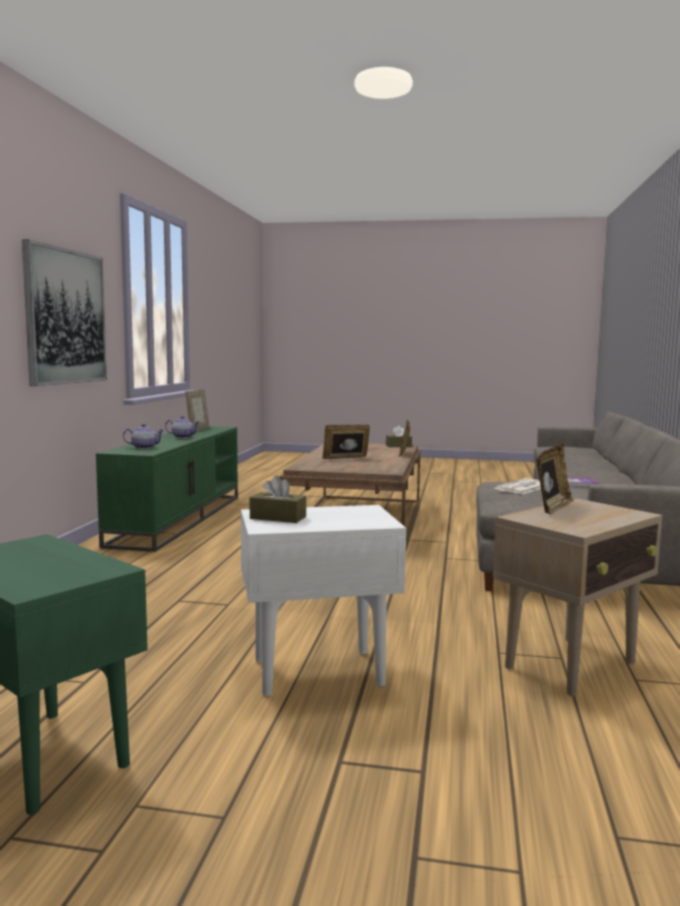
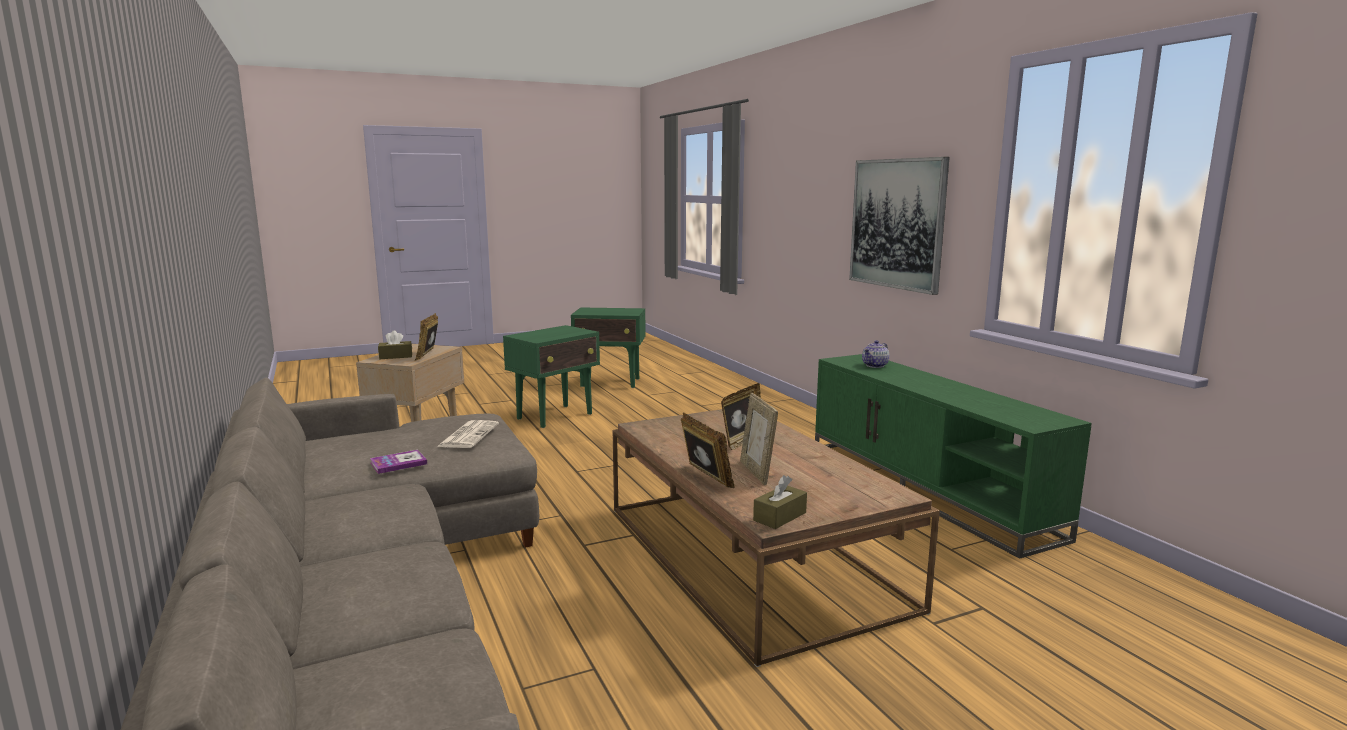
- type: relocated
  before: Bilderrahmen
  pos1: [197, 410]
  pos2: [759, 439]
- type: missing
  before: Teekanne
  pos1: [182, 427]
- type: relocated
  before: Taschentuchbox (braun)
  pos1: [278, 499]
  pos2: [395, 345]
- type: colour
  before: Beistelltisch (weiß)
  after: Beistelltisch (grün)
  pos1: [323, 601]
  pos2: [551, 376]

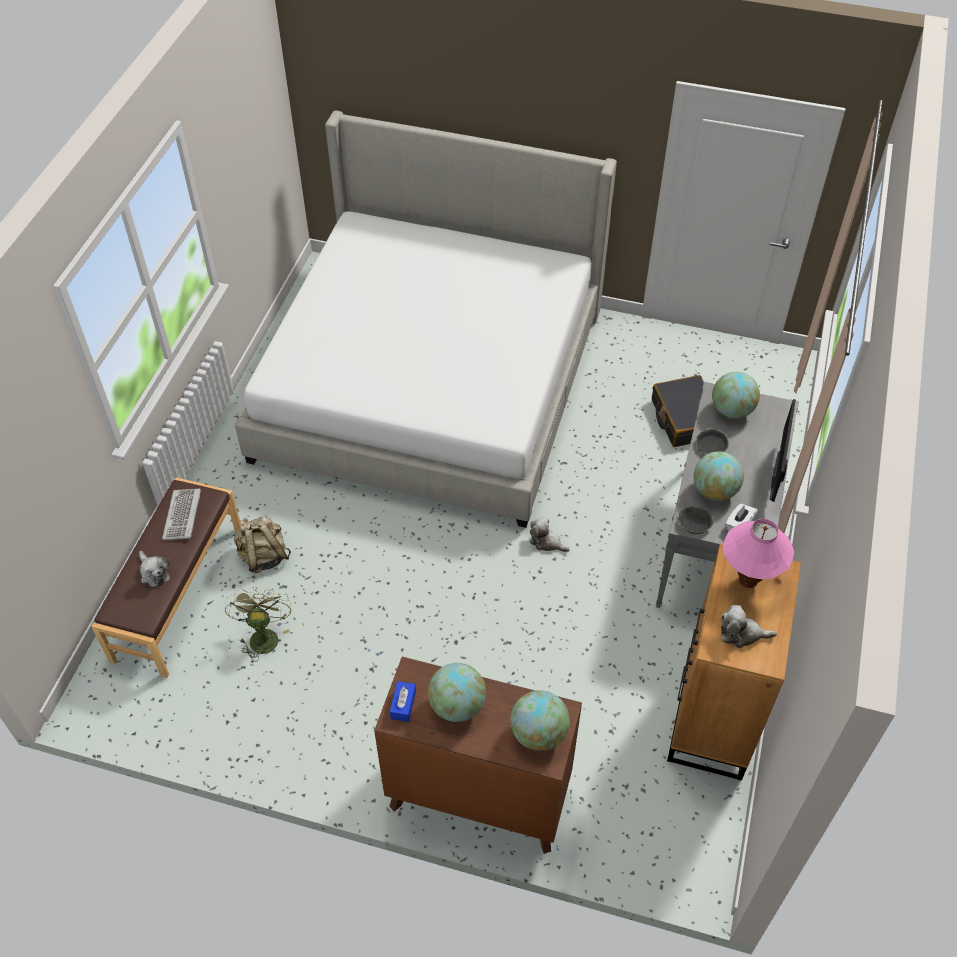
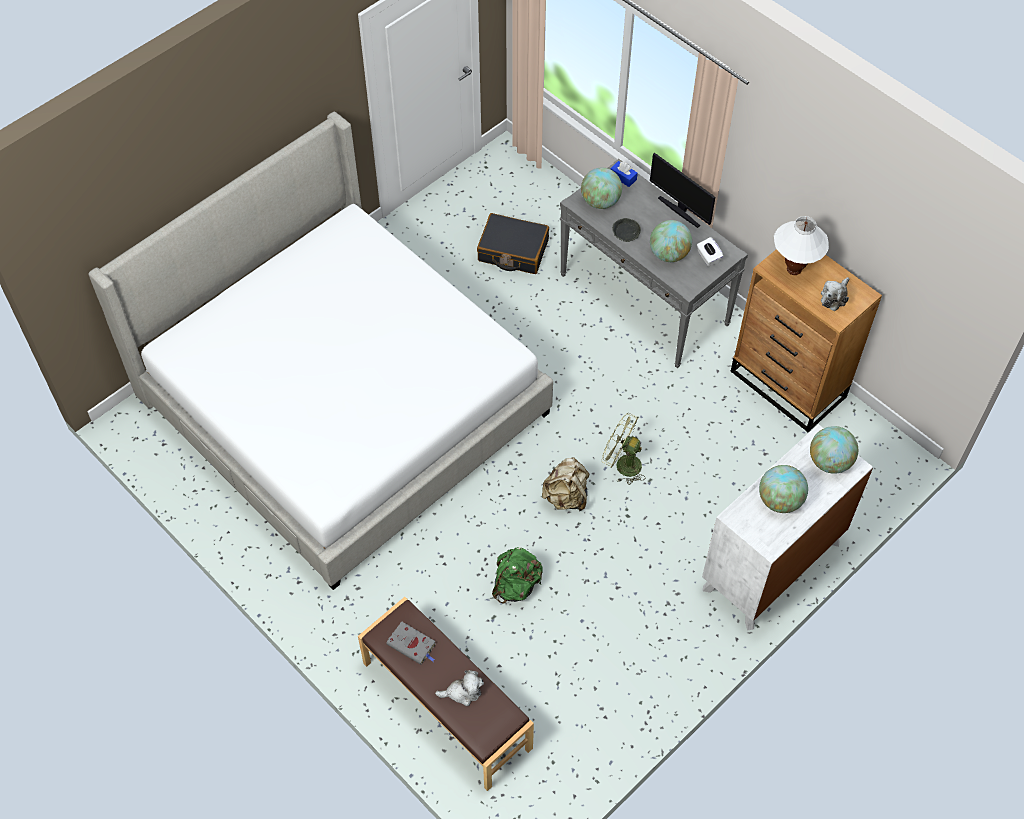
- type: exchanged
  before: Tastatur
  after: Buch (grau)
  pos1: [181, 514]
  pos2: [411, 643]
- type: missing
  before: Schüssel (grau)
  pos1: [695, 521]
- type: relocated
  before: Rucksack (beige)
  pos1: [262, 544]
  pos2: [566, 484]
- type: missing
  before: Plüschtier
  pos1: [550, 534]
- type: colour
  before: Tischlampe (rosa)
  after: Tischlampe (weiß)
  pos1: [758, 553]
  pos2: [801, 245]
- type: relocated
  before: Ventilator (grün)
  pos1: [258, 624]
  pos2: [623, 449]
- type: colour
  before: Kommode (braun)
  after: Kommode (weiß)
  pos1: [478, 755]
  pos2: [787, 527]
- type: relocated
  before: Taschentuchbox (blau)
  pos1: [403, 701]
  pos2: [624, 174]
- type: appeared
  after: Rucksack (grün)
  pos2: [517, 575]

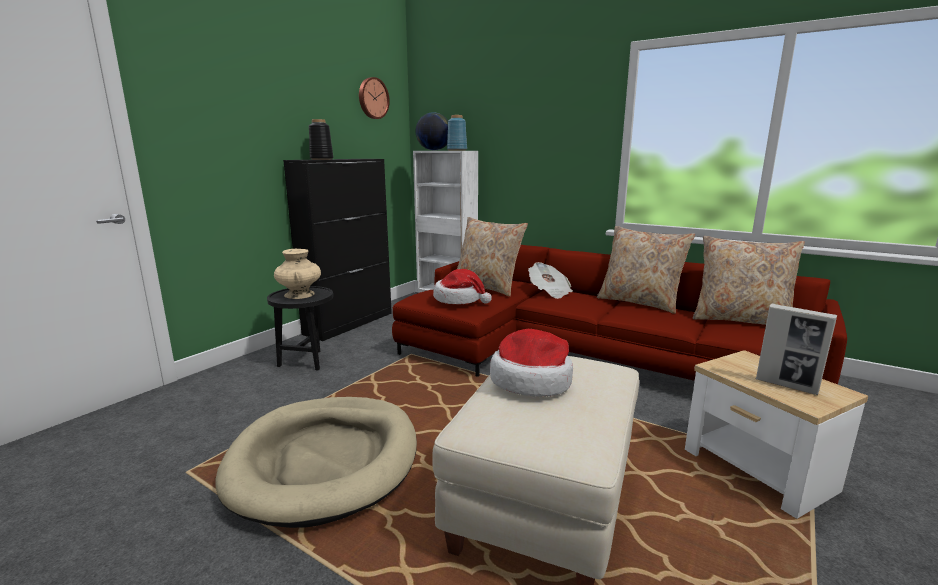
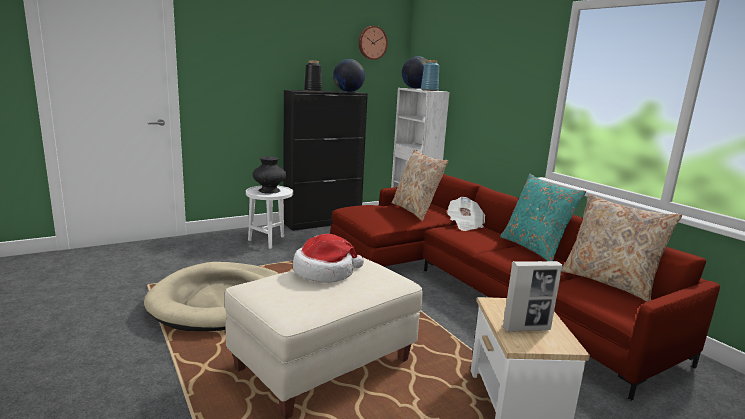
- type: colour
  before: Kissen (beige)
  after: Kissen (türkis)
  pos1: [646, 270]
  pos2: [543, 217]
- type: colour
  before: Vase (beige)
  after: Vase (schwarz)
  pos1: [297, 274]
  pos2: [269, 175]
- type: missing
  before: Hut
  pos1: [462, 286]
- type: colour
  before: Beistelltisch (schwarz)
  after: Beistelltisch (weiß)
  pos1: [300, 328]
  pos2: [269, 217]
- type: spun
  before: Bilderrahmen
  pos1: [796, 349]
  pos2: [532, 296]
  turn: -75
- type: appeared
  after: Globus
  pos2: [349, 75]

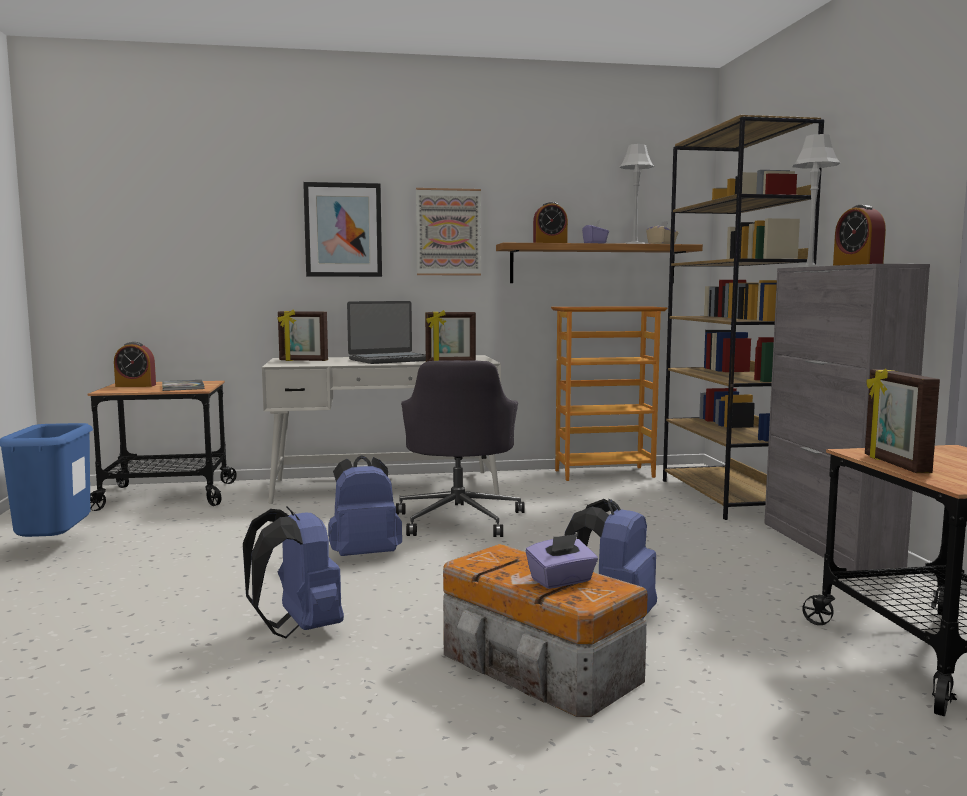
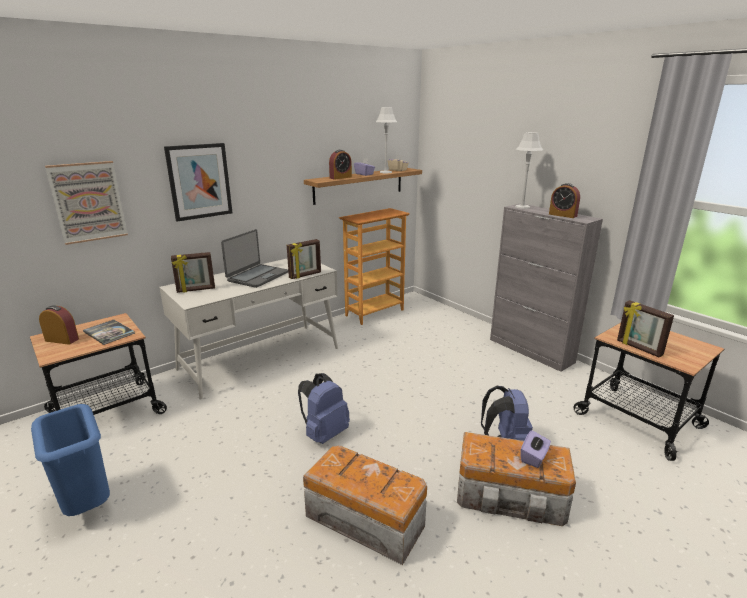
- type: missing
  before: Bücherregal (braun)
  pos1: [743, 317]
- type: relocated
  before: Bild
  pos1: [448, 231]
  pos2: [86, 203]
- type: spun
  before: Wecker
  pos1: [135, 364]
  pos2: [59, 325]
  turn: -135
- type: missing
  before: Bürostuhl (grau)
  pos1: [460, 448]
- type: exchanged
  before: Rucksack (blau)
  after: Aufbewahrungsbox
  pos1: [293, 572]
  pos2: [365, 505]

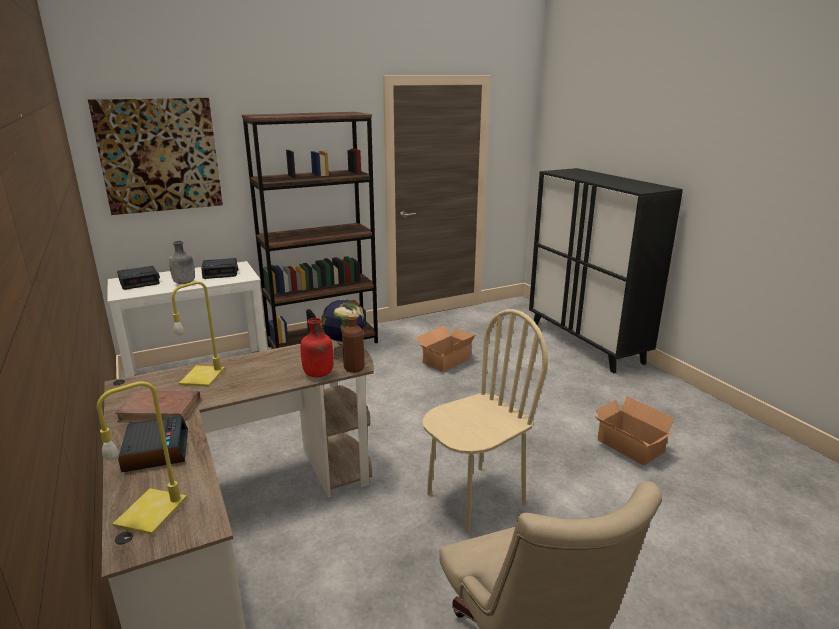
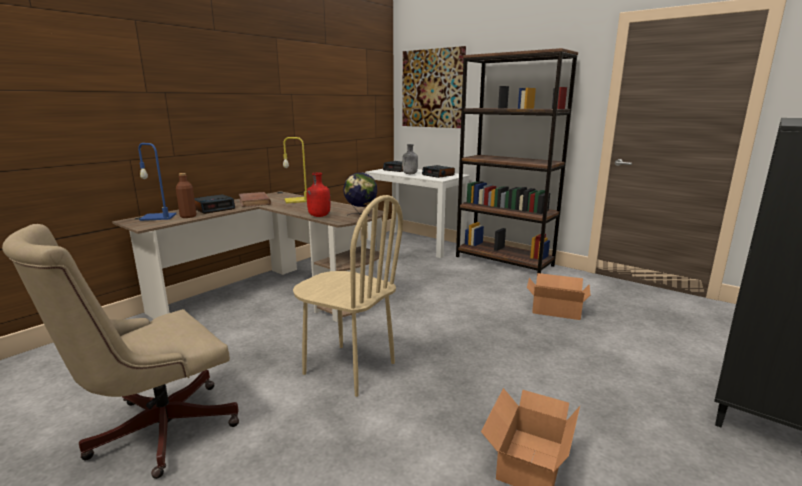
- type: relocated
  before: Flasche (braun)
  pos1: [353, 343]
  pos2: [186, 195]
- type: colour
  before: Tischlampe (gelb)
  after: Tischlampe (blau)
  pos1: [142, 458]
  pos2: [157, 182]

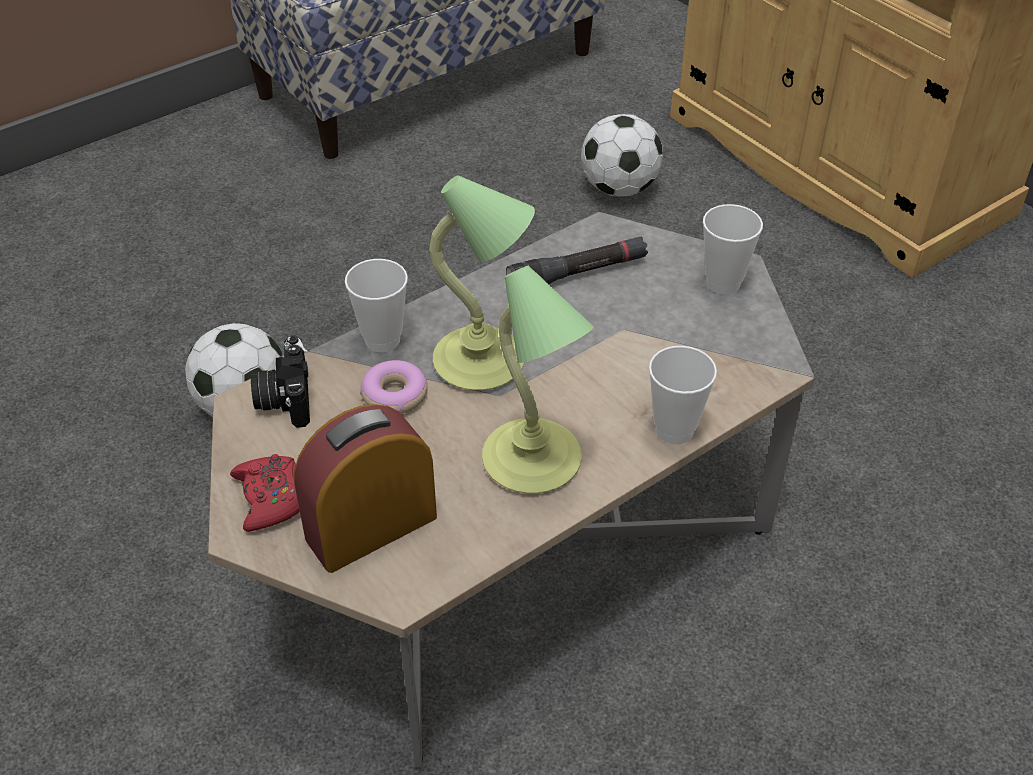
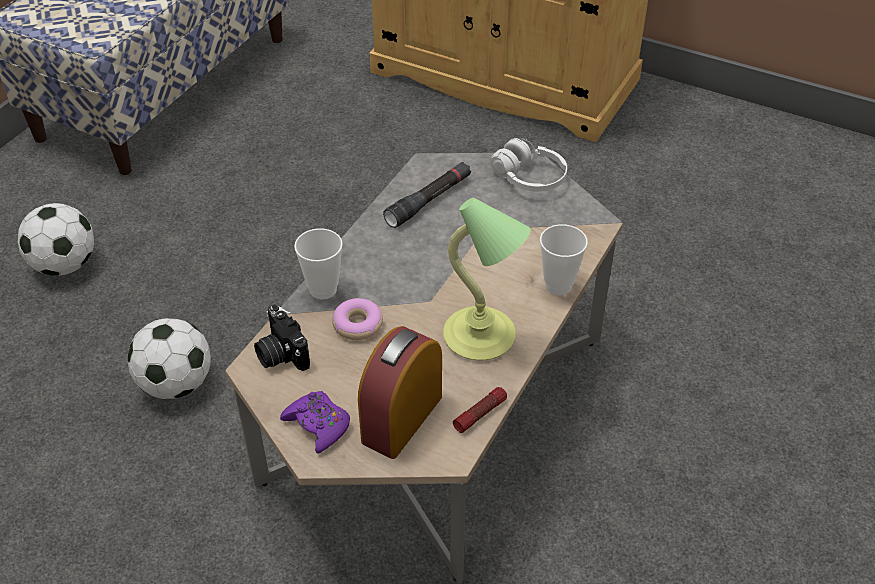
- type: relocated
  before: Fußball
  pos1: [622, 155]
  pos2: [56, 239]
- type: missing
  before: Tischlampe
  pos1: [482, 282]
- type: exchanged
  before: Tasse
  after: Kopfhörer (weiß)
  pos1: [733, 249]
  pos2: [528, 165]
- type: colour
  before: Gamepad (rot)
  after: Gamepad (lila)
  pos1: [265, 493]
  pos2: [315, 422]
- type: appeared
  after: Taschenlampe
  pos2: [480, 410]

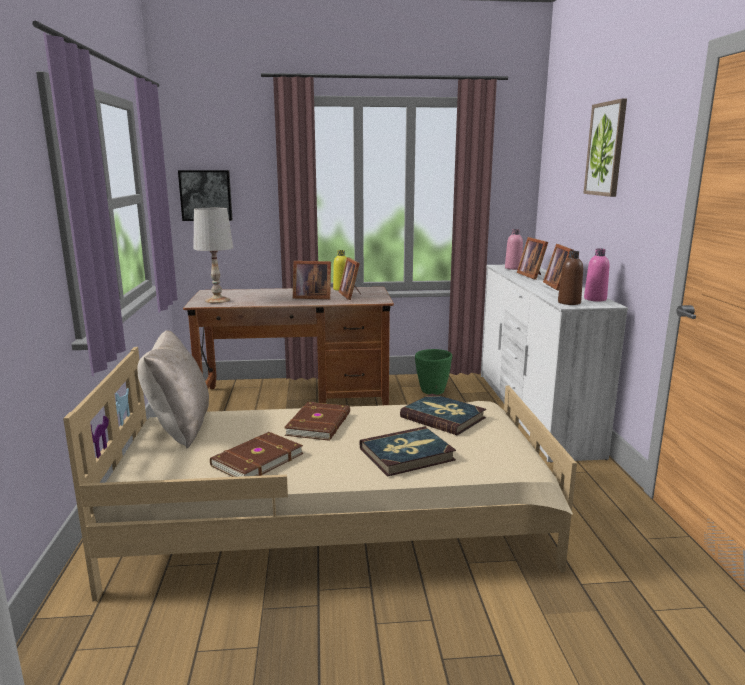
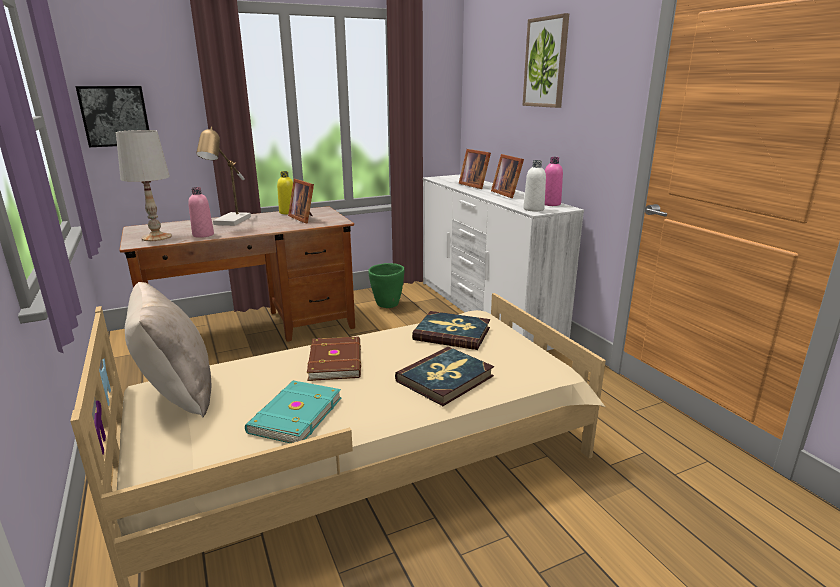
- type: relocated
  before: Flasche (rosa)
  pos1: [514, 249]
  pos2: [201, 212]
- type: colour
  before: Flasche (braun)
  after: Flasche (weiß)
  pos1: [570, 278]
  pos2: [534, 185]
- type: missing
  before: Bilderrahmen
  pos1: [312, 280]
- type: colour
  before: Buch (braun)
  after: Buch (türkis)
  pos1: [256, 454]
  pos2: [293, 411]
- type: appeared
  after: Tischlampe
  pos2: [223, 176]

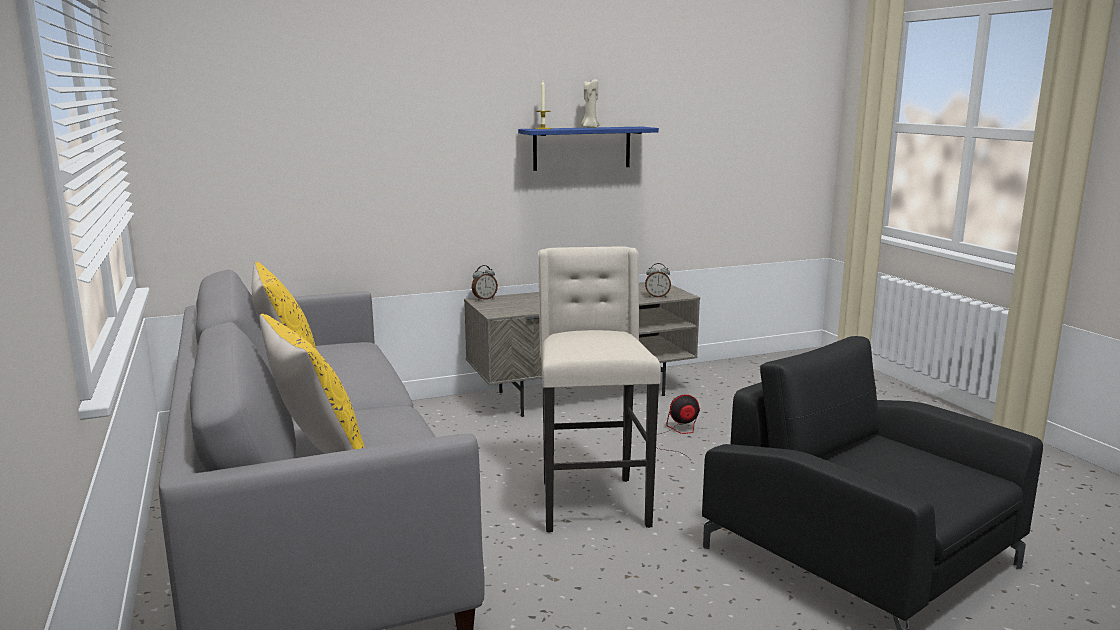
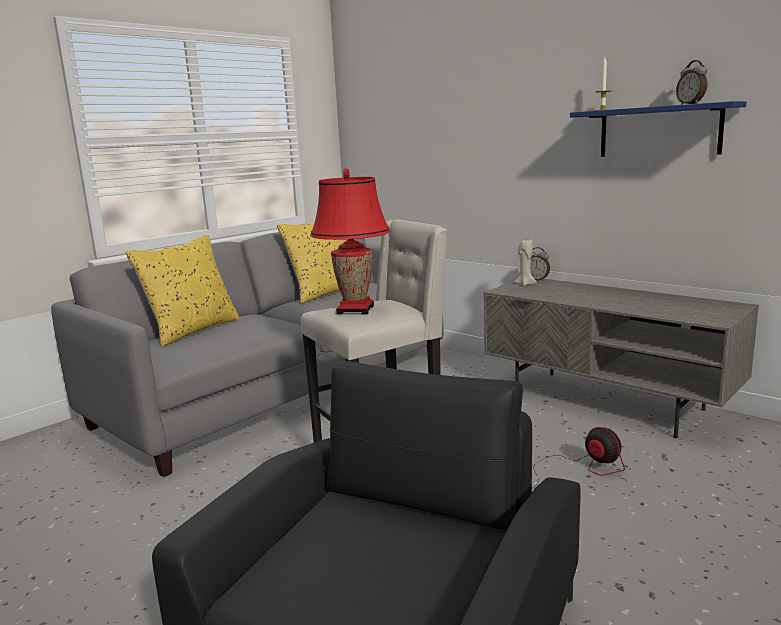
- type: relocated
  before: Kerze (beige)
  pos1: [590, 103]
  pos2: [525, 262]
- type: relocated
  before: Wecker
  pos1: [658, 280]
  pos2: [692, 82]
- type: appeared
  after: Tischlampe (rot)
  pos2: [350, 241]

